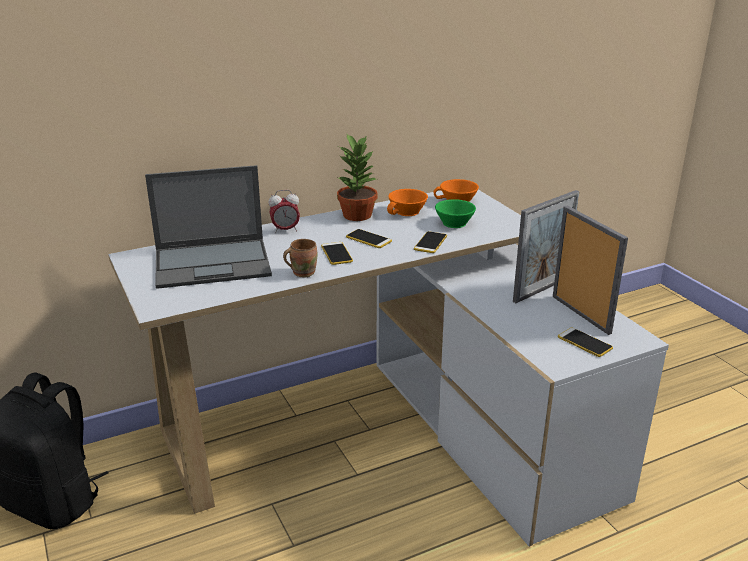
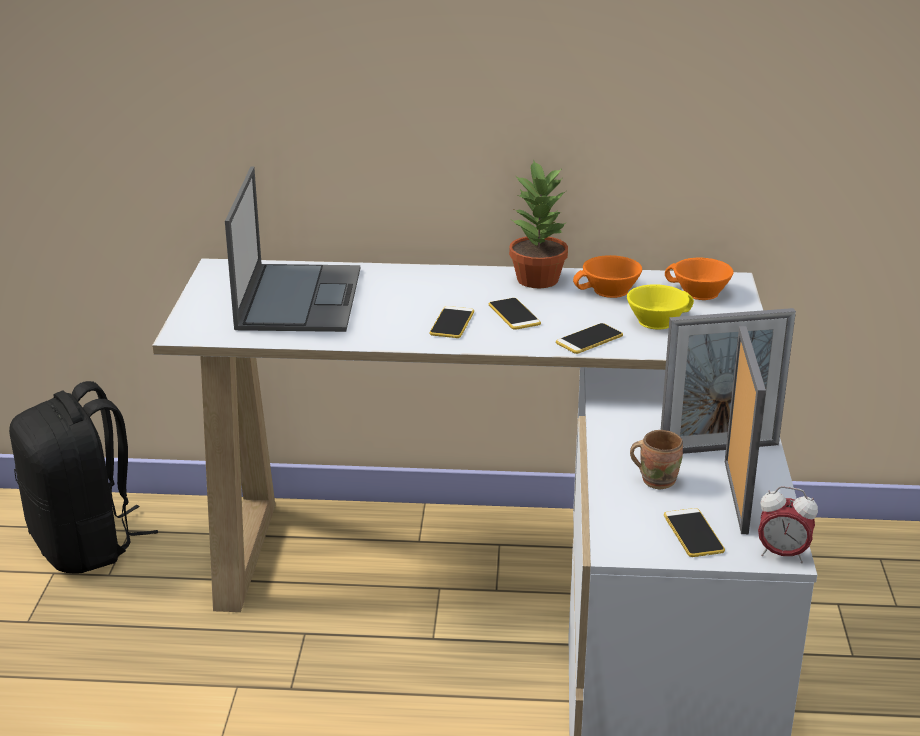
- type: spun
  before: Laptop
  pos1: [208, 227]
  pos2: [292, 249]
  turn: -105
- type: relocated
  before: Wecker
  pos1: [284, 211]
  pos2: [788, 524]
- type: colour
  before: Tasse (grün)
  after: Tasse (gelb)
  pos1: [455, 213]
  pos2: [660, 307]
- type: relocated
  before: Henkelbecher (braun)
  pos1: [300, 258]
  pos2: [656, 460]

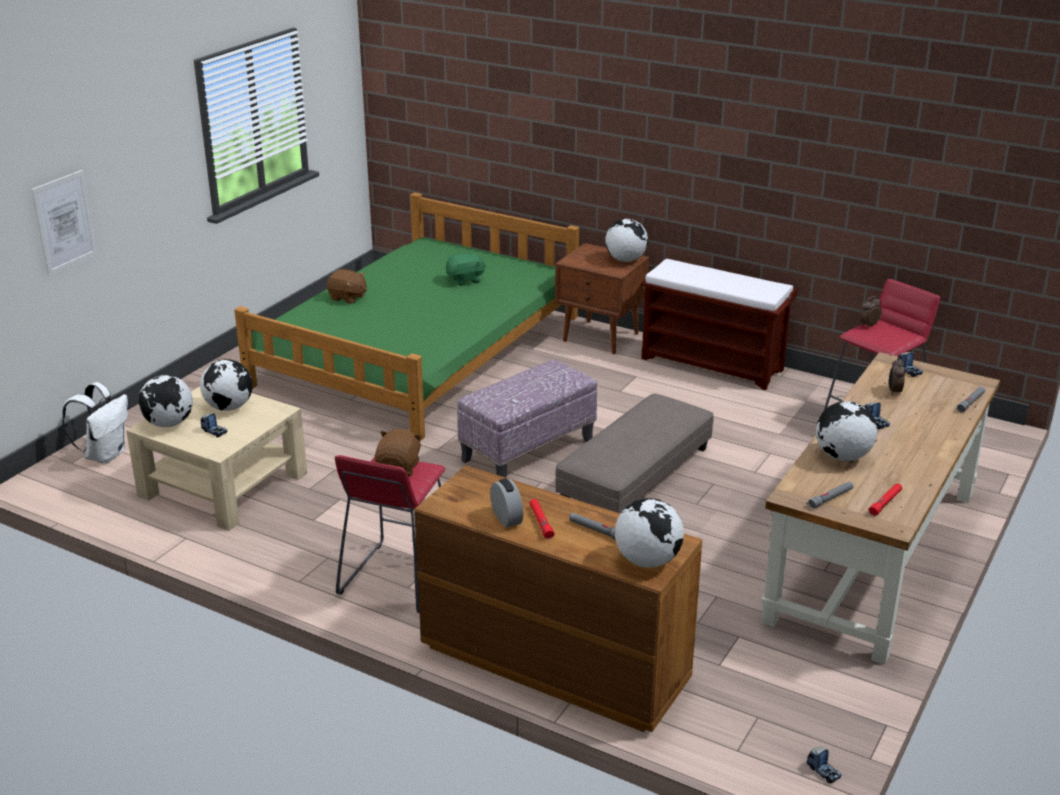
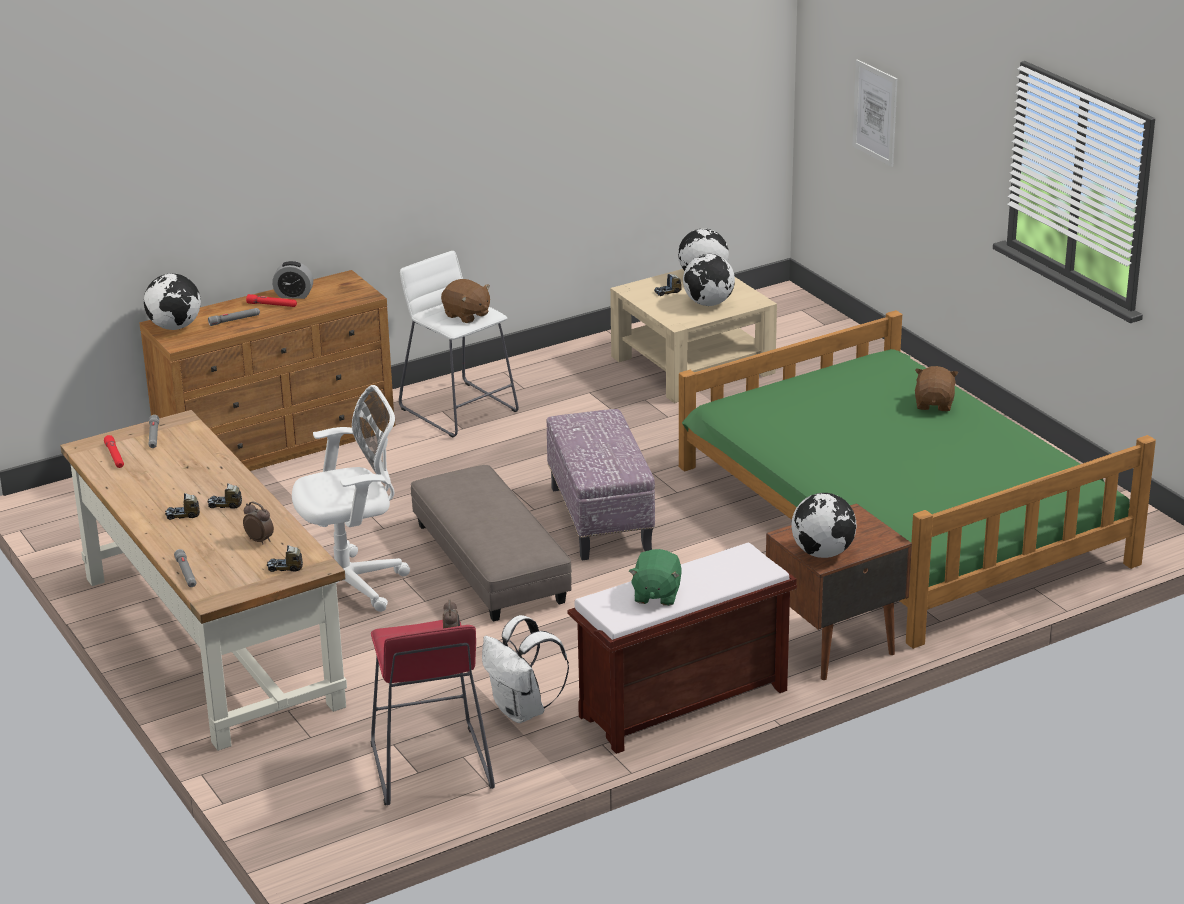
- type: relocated
  before: Plüschtier (grün)
  pos1: [466, 269]
  pos2: [655, 577]
- type: spun
  before: Plüschtier (braun)
  pos1: [347, 286]
  pos2: [936, 388]
  turn: 135
- type: relocated
  before: Rucksack (weiß)
  pos1: [95, 423]
  pos2: [525, 669]
- type: missing
  before: Globus
  pos1: [846, 431]
- type: colour
  before: Hocker (rot)
  after: Hocker (weiß)
  pos1: [390, 534]
  pos2: [459, 344]
- type: relocated
  before: Spielzeuglaster
  pos1: [824, 765]
  pos2: [182, 506]
- type: appeared
  after: Bürostuhl (weiß)
  pos2: [351, 498]

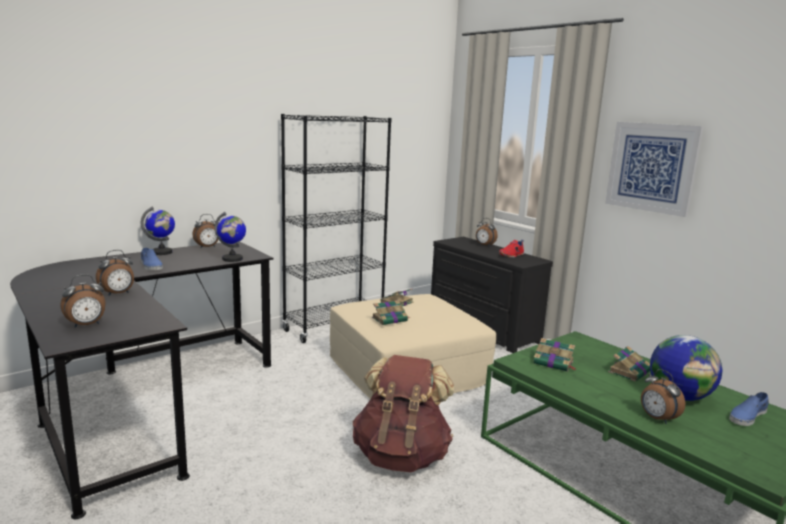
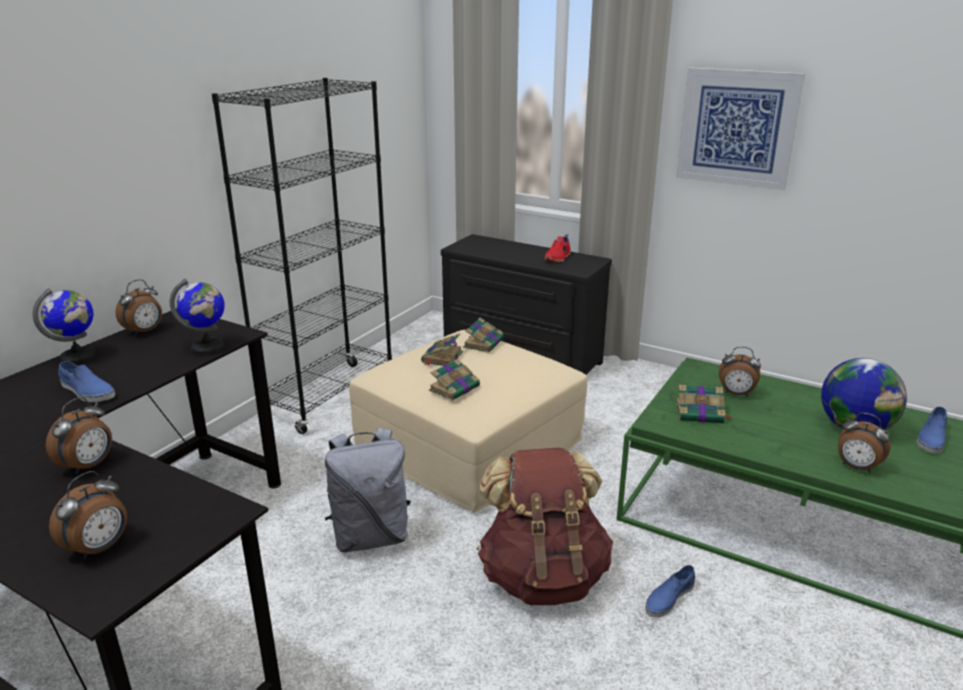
- type: relocated
  before: Wecker
  pos1: [487, 232]
  pos2: [740, 372]
- type: relocated
  before: Buch
  pos1: [629, 364]
  pos2: [483, 335]
- type: appeared
  after: Rucksack (grau)
  pos2: [368, 490]
- type: appeared
  after: Schuh (blau)
  pos2: [670, 591]

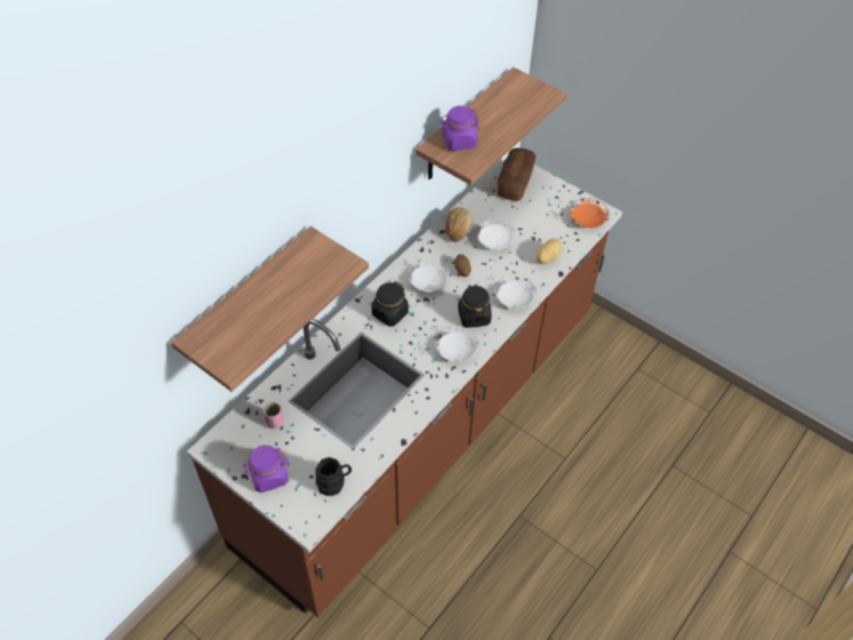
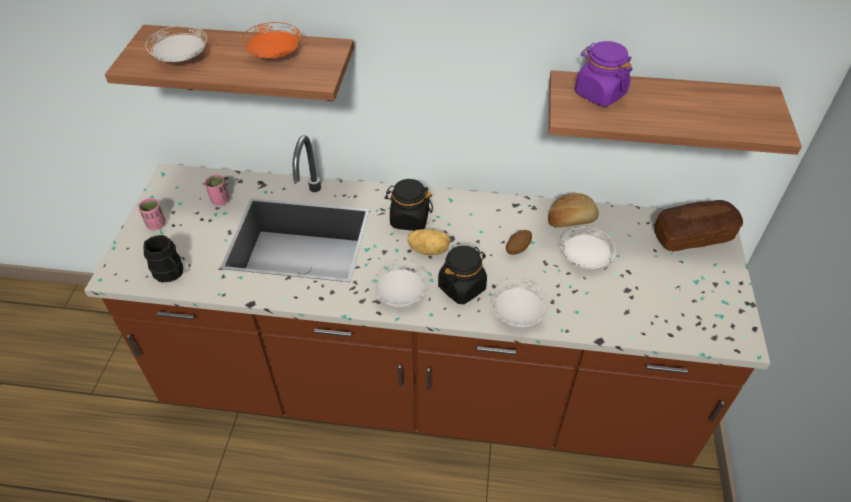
- type: relocated
  before: Teller (orange)
  pos1: [589, 213]
  pos2: [271, 40]
- type: relocated
  before: Kartoffel
  pos1: [549, 251]
  pos2: [429, 242]
- type: relocated
  before: Teller (weiß)
  pos1: [429, 275]
  pos2: [176, 43]
- type: exchanged
  before: Vorratsglas (lila)
  after: Tasse (rosa)
  pos1: [266, 469]
  pos2: [152, 214]

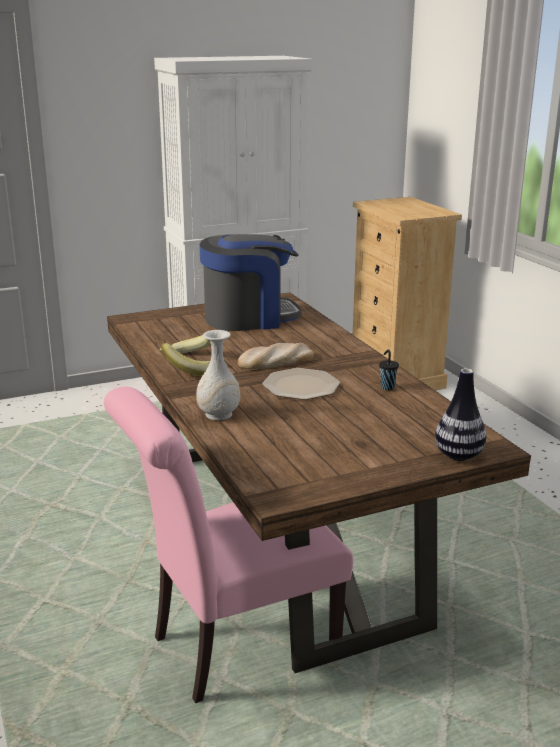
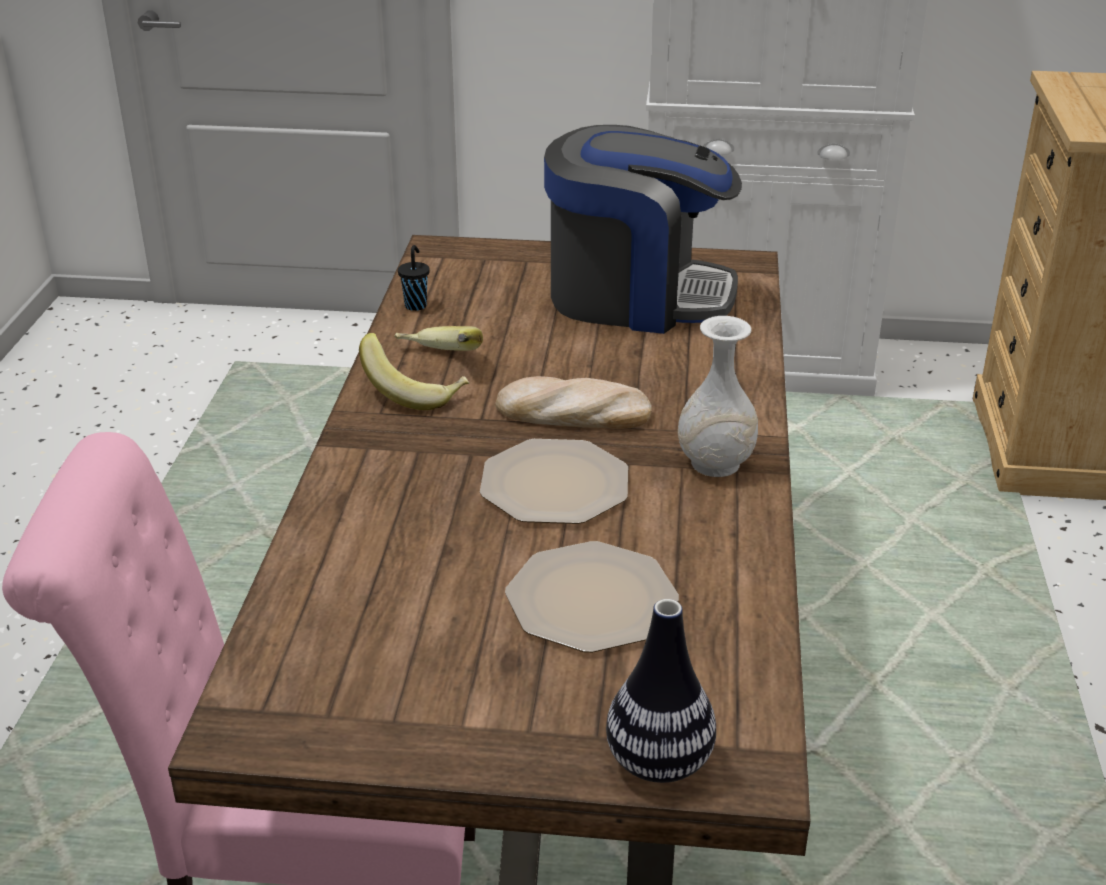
- type: relocated
  before: Vase (weiß)
  pos1: [218, 375]
  pos2: [718, 396]
- type: relocated
  before: Tasse (schwarz)
  pos1: [389, 370]
  pos2: [414, 278]
- type: appeared
  after: Teller
  pos2: [592, 597]

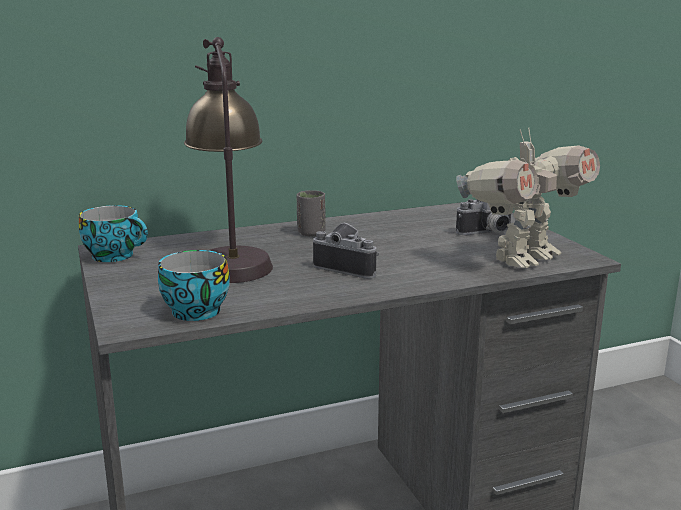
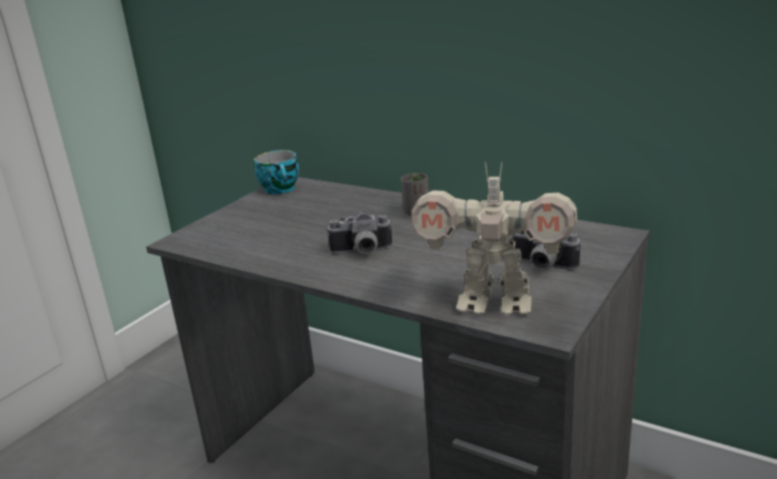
- type: missing
  before: Tischlampe
  pos1: [228, 160]
- type: spun
  before: Kamera
  pos1: [346, 250]
  pos2: [360, 232]
  turn: 90
- type: missing
  before: Tasse
  pos1: [194, 285]

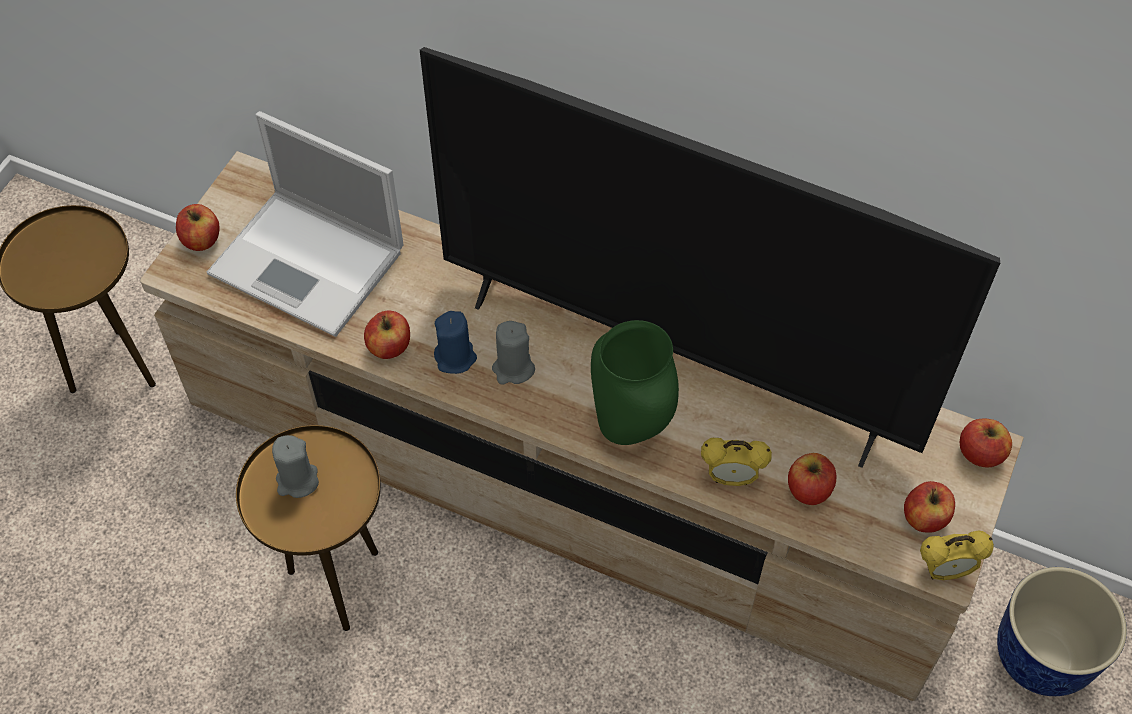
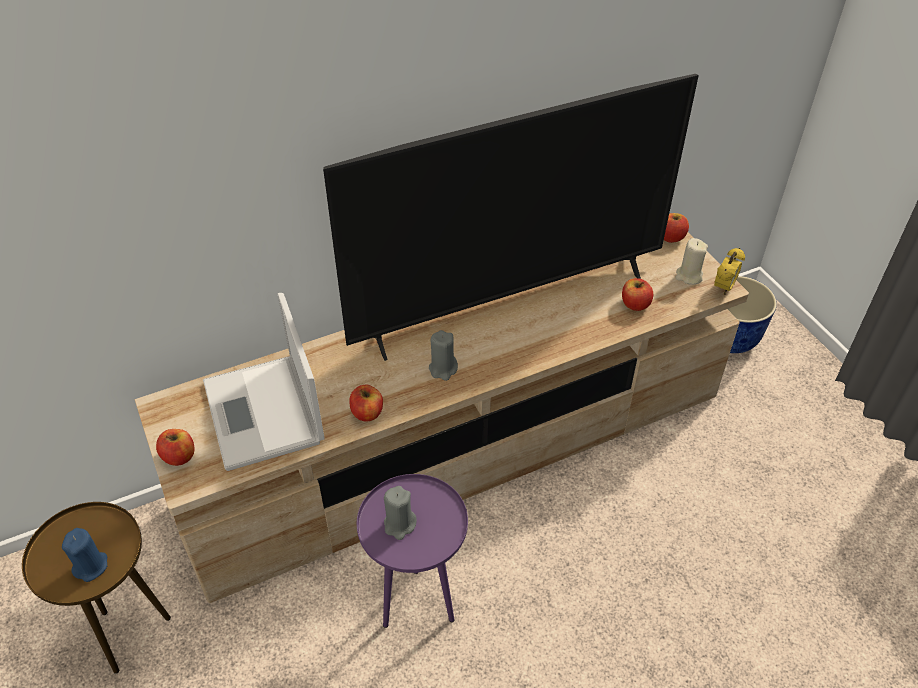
- type: spun
  before: Laptop
  pos1: [305, 224]
  pos2: [264, 382]
  turn: 90
- type: relocated
  before: Kerze (blau)
  pos1: [455, 342]
  pos2: [84, 555]
- type: missing
  before: Vase (grün)
  pos1: [635, 382]
- type: colour
  before: Beistelltisch (braun)
  after: Beistelltisch (lila)
  pos1: [308, 528]
  pos2: [412, 551]
- type: missing
  before: Wecker
  pos1: [736, 462]
- type: exchanged
  before: Apfel
  after: Kerze (beige)
  pos1: [929, 507]
  pos2: [691, 261]

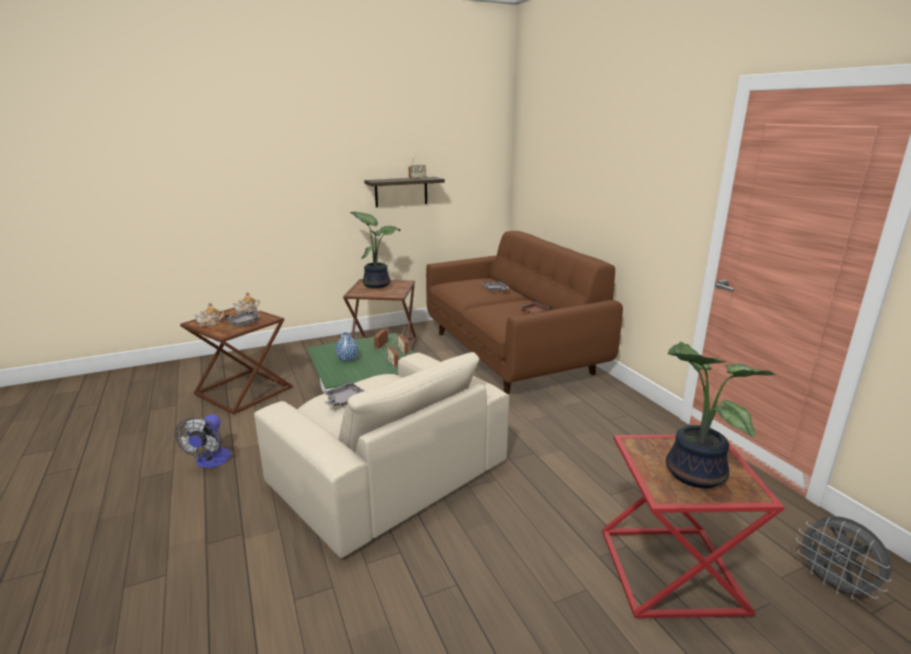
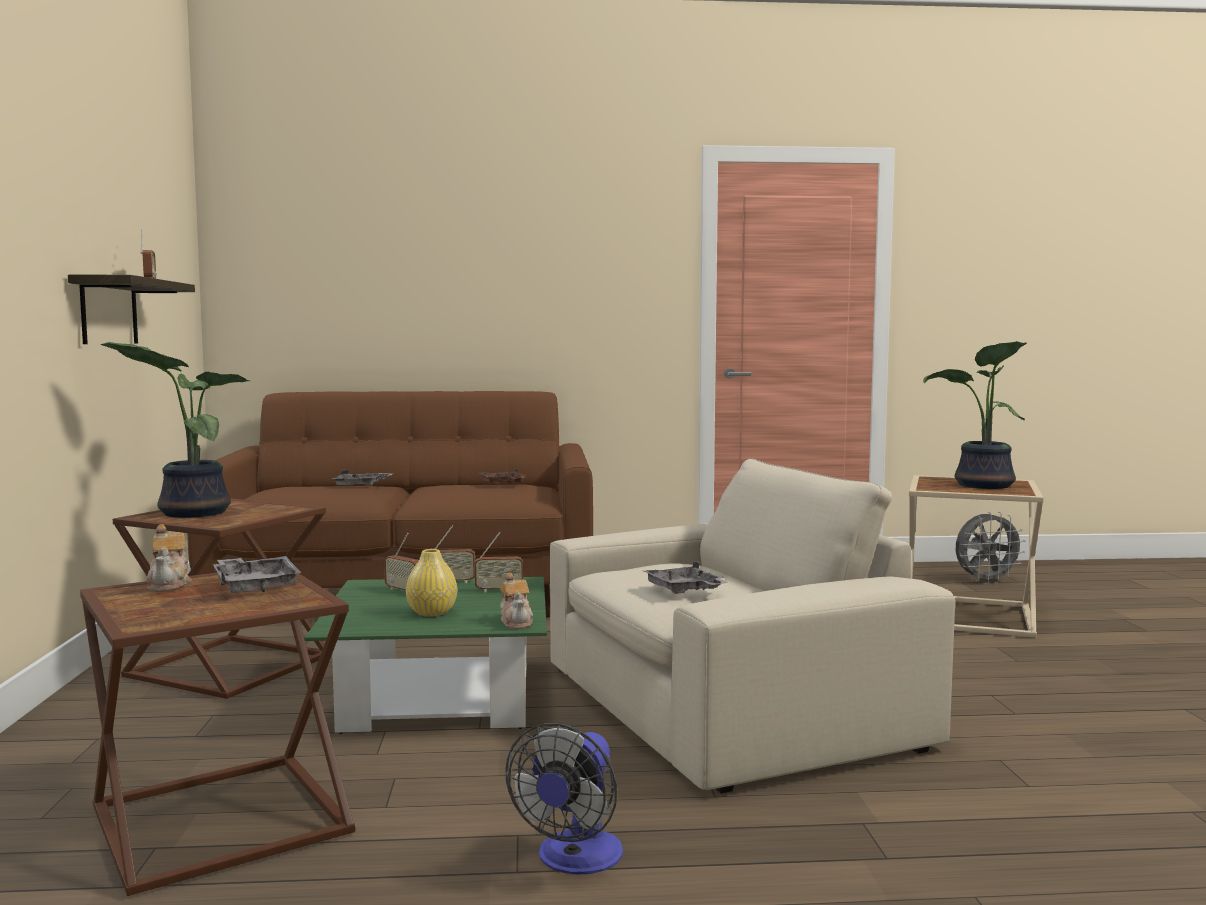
- type: relocated
  before: Teekanne
  pos1: [209, 314]
  pos2: [516, 601]
- type: colour
  before: Vase (blau)
  after: Vase (gelb)
  pos1: [347, 347]
  pos2: [431, 583]
- type: spun
  before: Ventilator
  pos1: [203, 441]
  pos2: [564, 799]
  turn: 90
- type: colour
  before: Beistelltisch (rot)
  after: Beistelltisch (beige)
  pos1: [693, 526]
  pos2: [976, 556]

